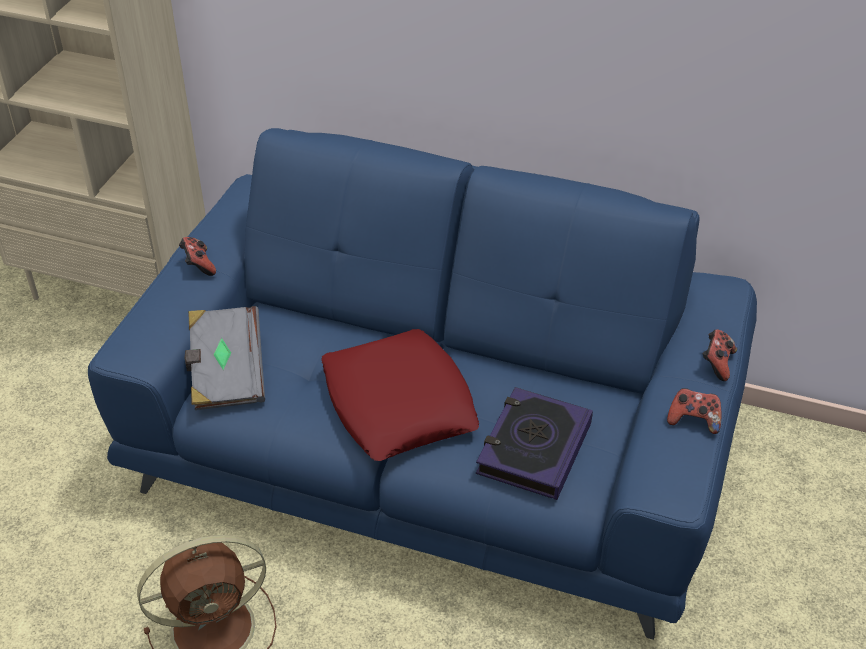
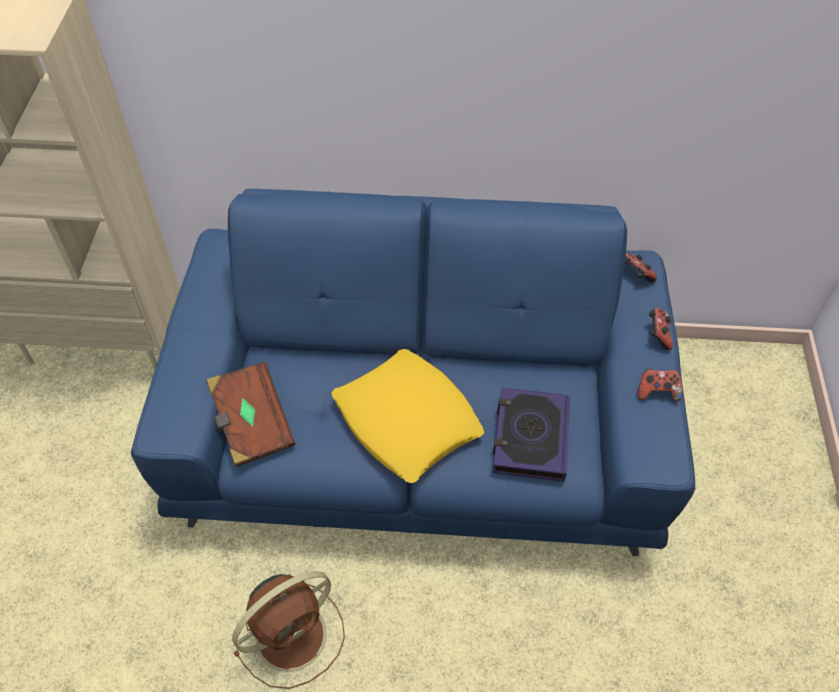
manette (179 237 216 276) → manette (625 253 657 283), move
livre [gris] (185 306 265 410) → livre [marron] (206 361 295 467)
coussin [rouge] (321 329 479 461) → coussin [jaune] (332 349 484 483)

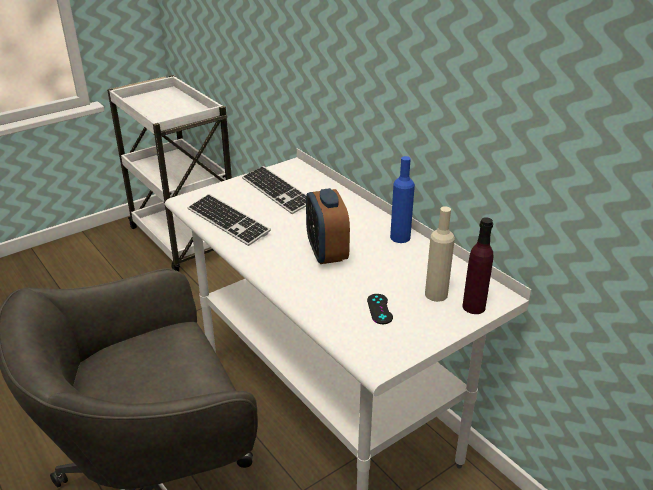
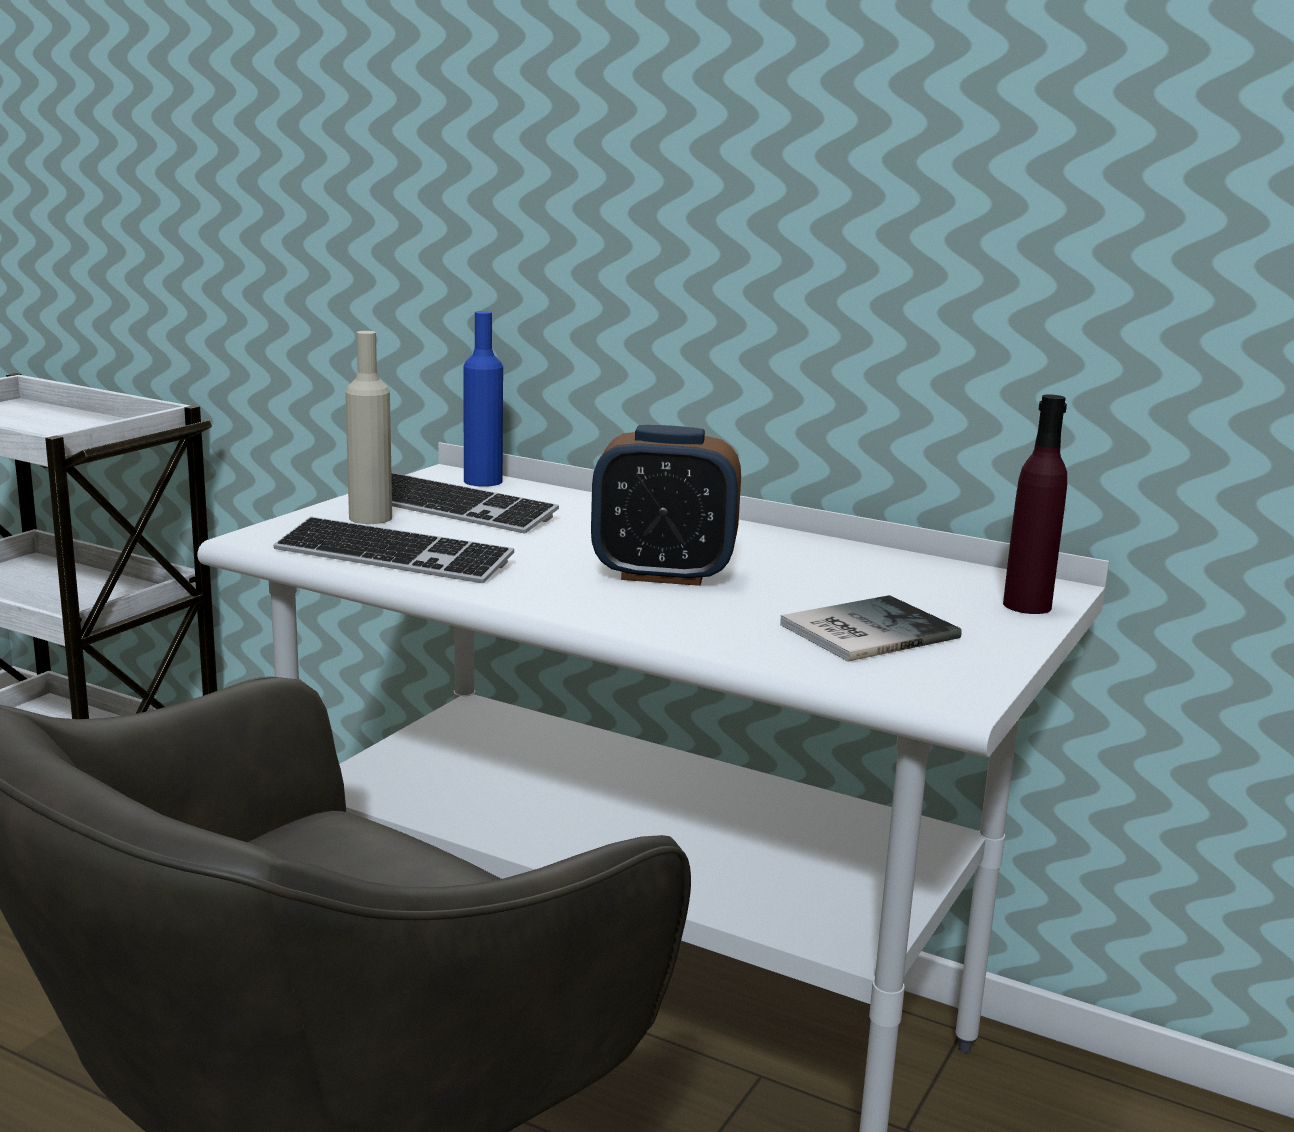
bouteille [bleu] (390 156 415 243) → bouteille [bleu] (463 311 503 487), move
réveil (306 188 350 264) → réveil (591 425 741 586), 45 degrees counterclockwise
bouteille [beige] (425 206 455 302) → bouteille [beige] (345 331 392 524), move
manette [noir] (367 294 393 324) → livre (780 595 962 661)

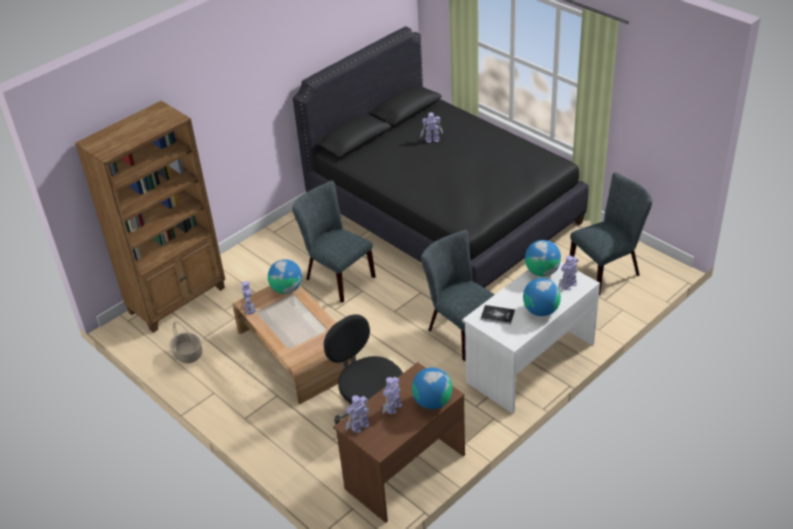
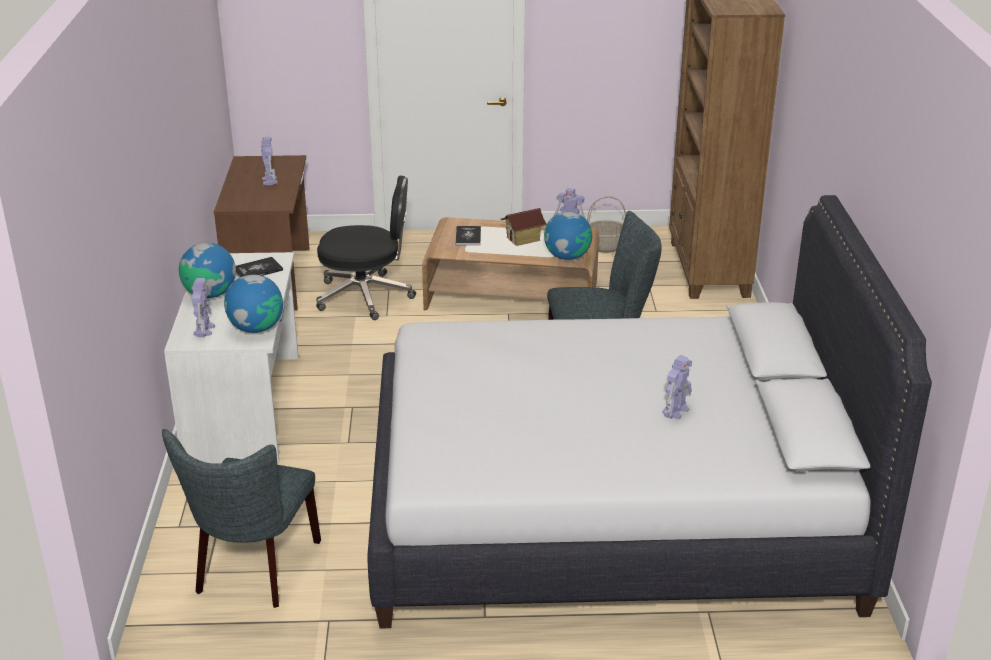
lit [noir] (293 26 589 288) → lit [blanc] (367 195 932 629)
chaise [gris] (421 230 495 361) → -
globe (412 368 452 409) → -
robot jouet (346 396 370 433) → -
- → maison miniature (500 208 547 246)
- → livre (456 226 481 246)

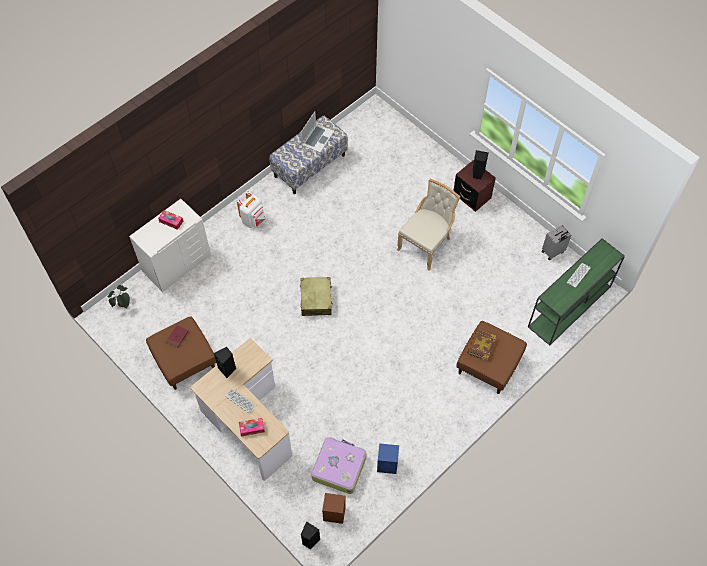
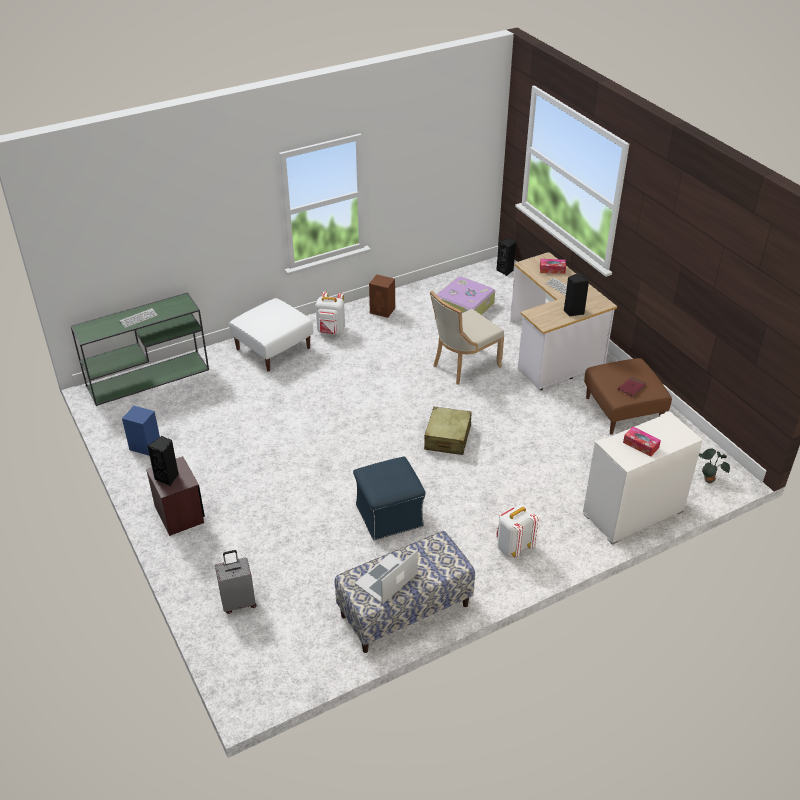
chaise [beige] (397 179 460 271) → chaise [beige] (430 291 504 385), move
valise [gris] (542 225 571 260) → valise [gris] (215 550 257 614), move
pouf [marron] (456 321 527 394) → pouf [blanc] (229 298 313 372)
livre (467 330 496 361) → -
enceinte [bleu] (377 443 399 474) → enceinte [bleu] (122 406 160 456), move
enceinte [marron] (322 493 346 524) → enceinte [marron] (369 274 395 318), move
- → sac à dos [blanc] (316 292 345 335)
- → pouf [bleu] (353 457 426 540)

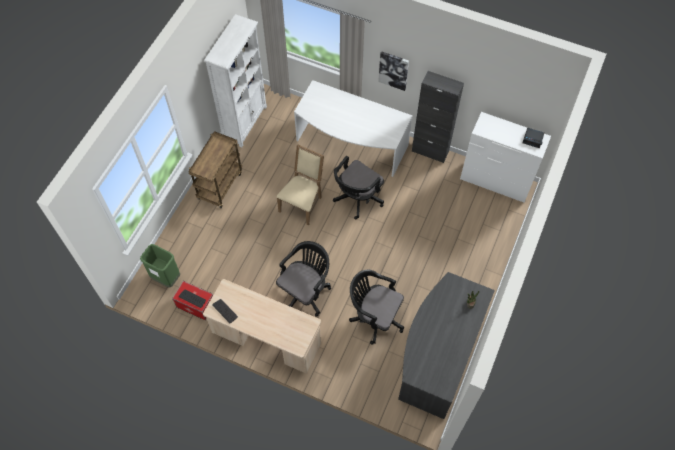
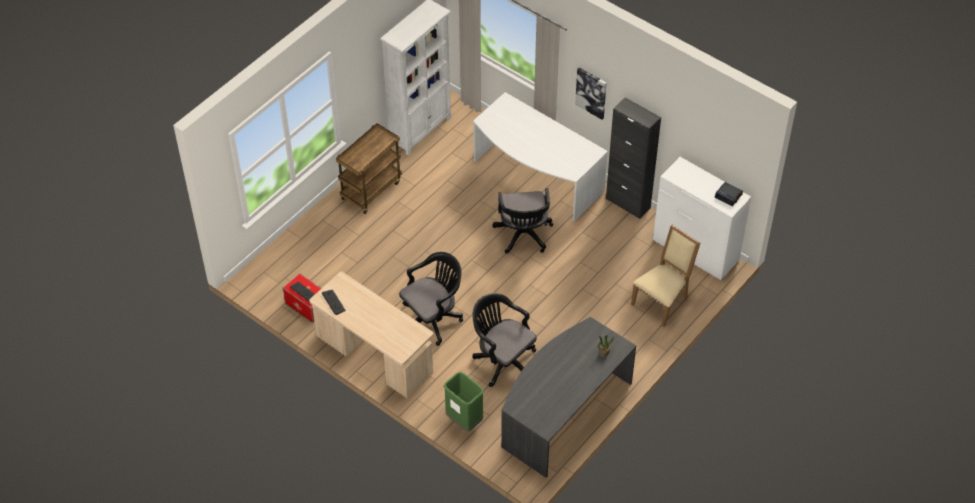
chaise [beige] (276 144 324 226) → chaise [beige] (631 225 700 327), move
chaise de bureau [noir] (333 156 384 220) → chaise de bureau [noir] (492 188 553 254), 60 degrees counterclockwise
poubelle [vert] (140 244 180 288) → poubelle [vert] (444 372 484 431), move

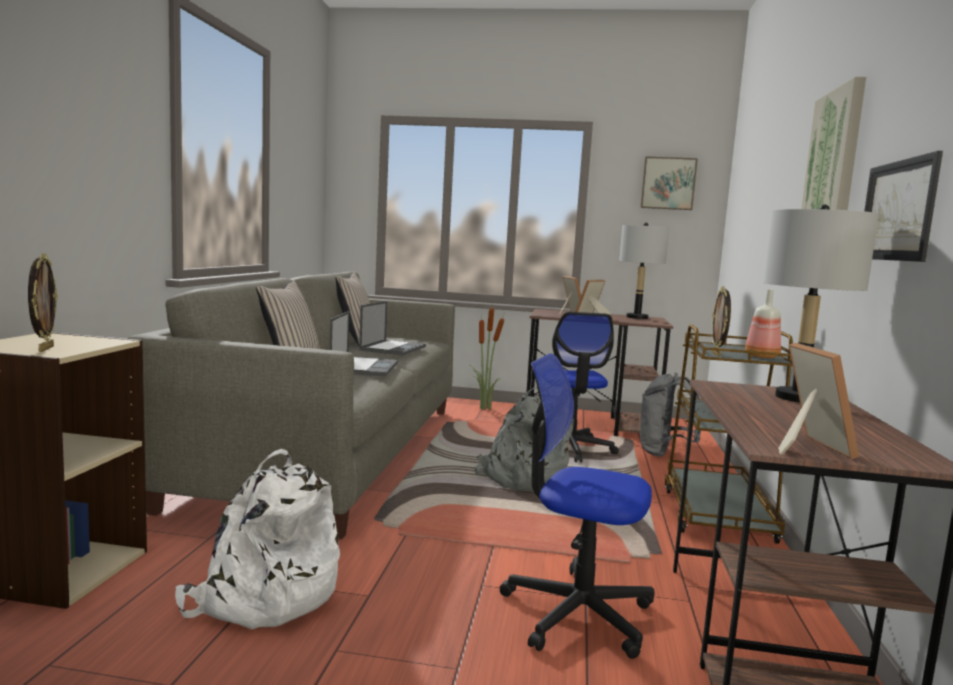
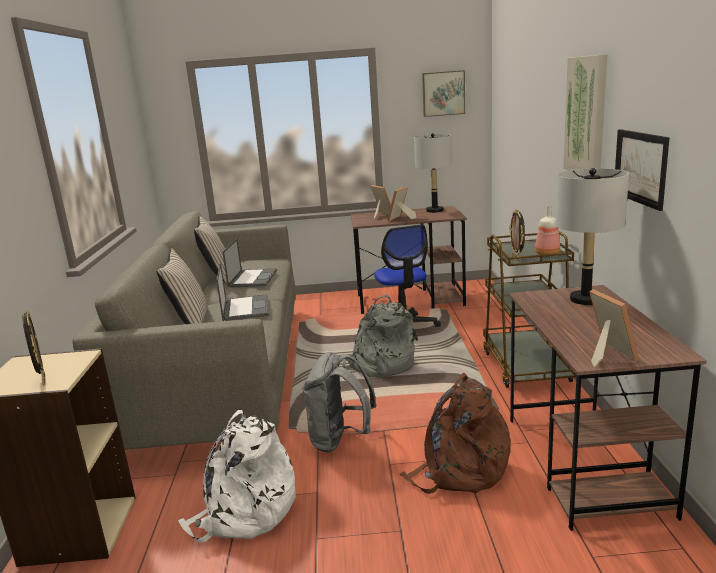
plante en pot (470 301 504 410) → -
chaise de bureau (500 353 655 659) → sac à dos [marron] (400 373 511 494)
sac à dos [gris] (640 373 701 456) → sac à dos [gris] (302 352 377 453), move

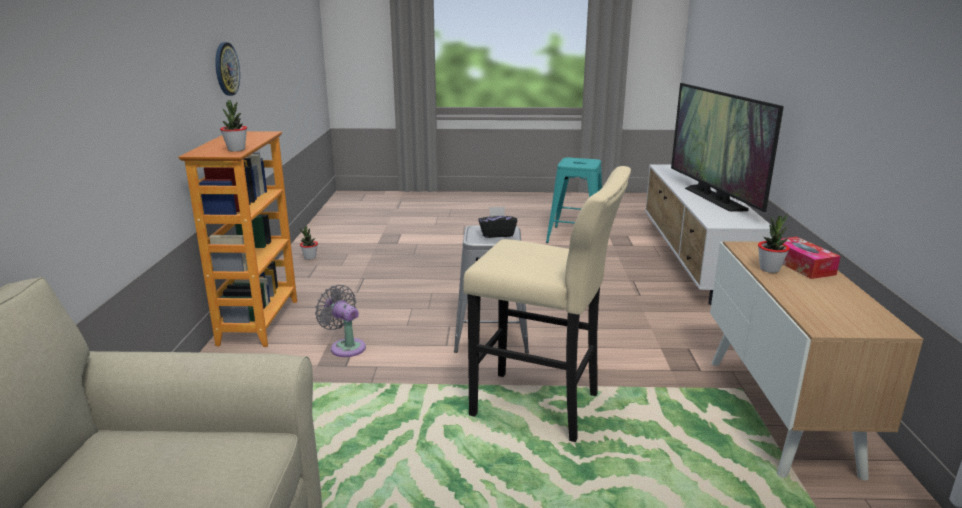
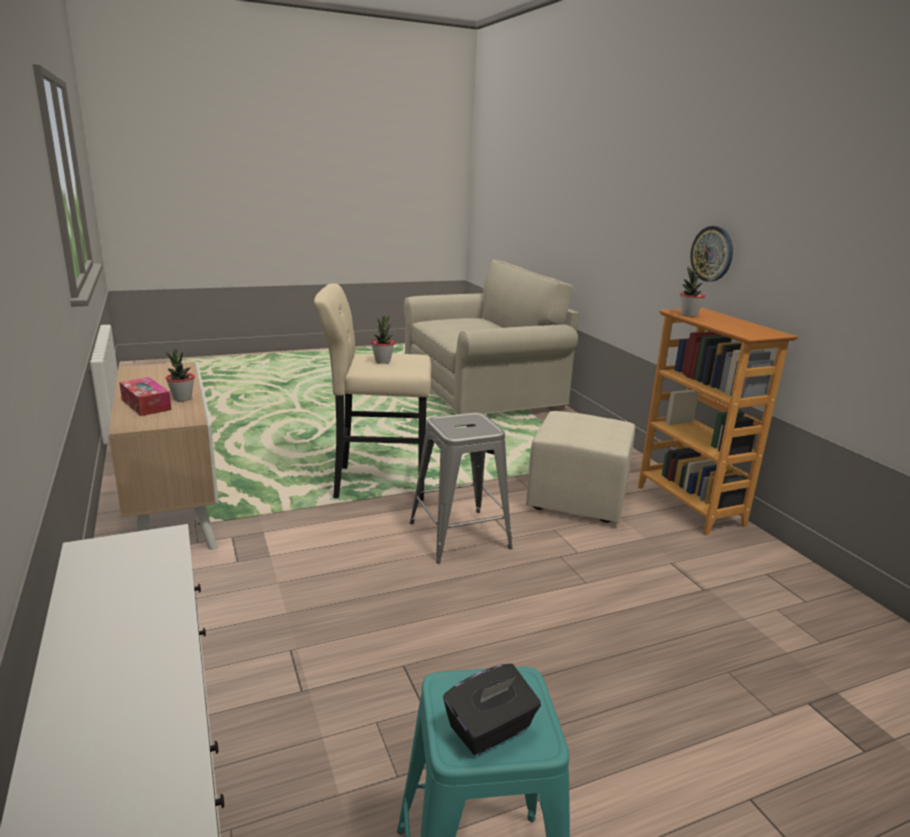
horloge murale (215 42 240 96) → horloge murale (690 226 733 282), move
téléviseur (671 83 784 212) → -
boîte à mouchoirs [noir] (478 206 517 238) → boîte à mouchoirs [noir] (443 664 541 755), move
plante en pot (299 226 318 260) → plante en pot (371 315 395 364), move
ventilateur [gris] (315 285 366 357) → pouf [beige] (526 411 635 523)

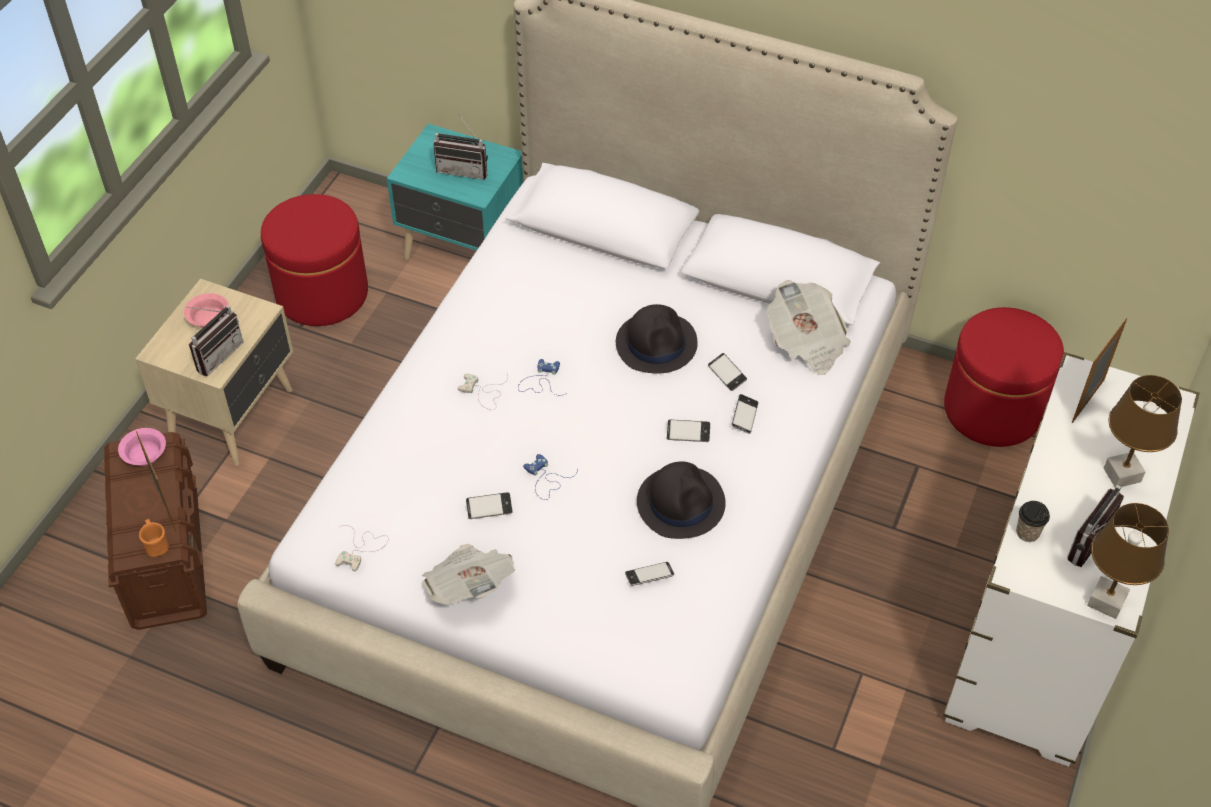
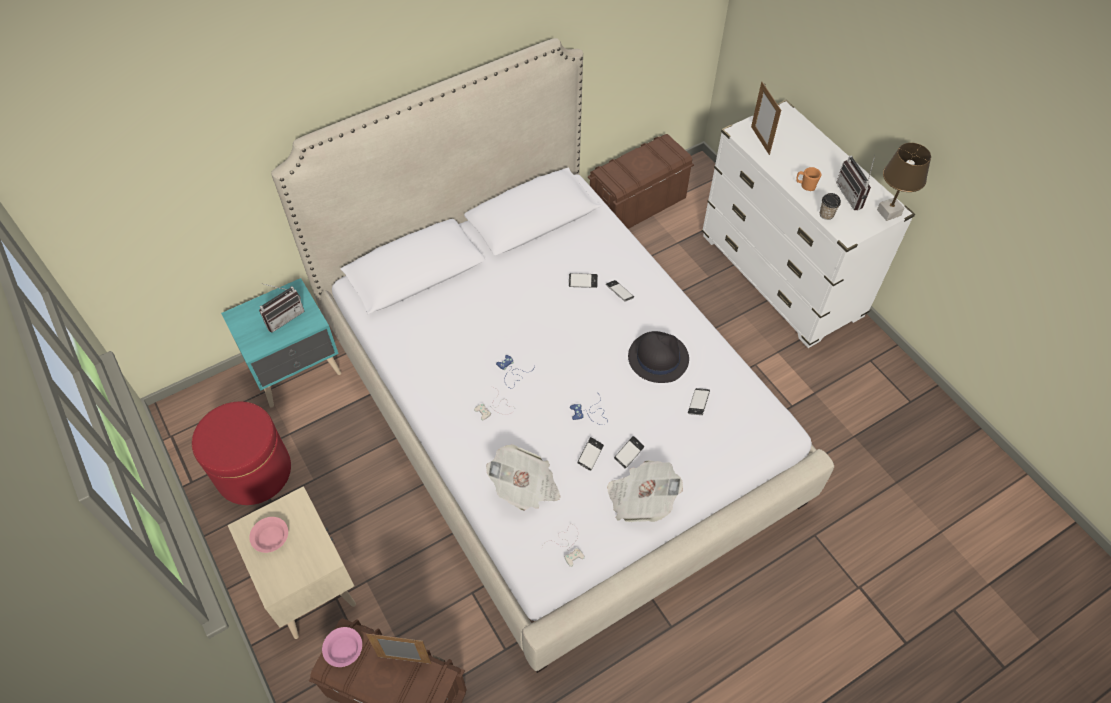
journal (767 280 851 375) → journal (486 445 561 510), move
chapeau [noir] (616 304 698 374) → -
radio (187 305 243 376) → -
pouf [rouge] (944 307 1064 447) → boîte de rangement [marron] (588 134 694 229)
lampe de table [marron] (1104 375 1182 487) → -
téléphone (667 419 710 442) → téléphone (614 436 644 469), move
mug [orange] (139 519 169 557) → mug [orange] (796 167 822 191), move

